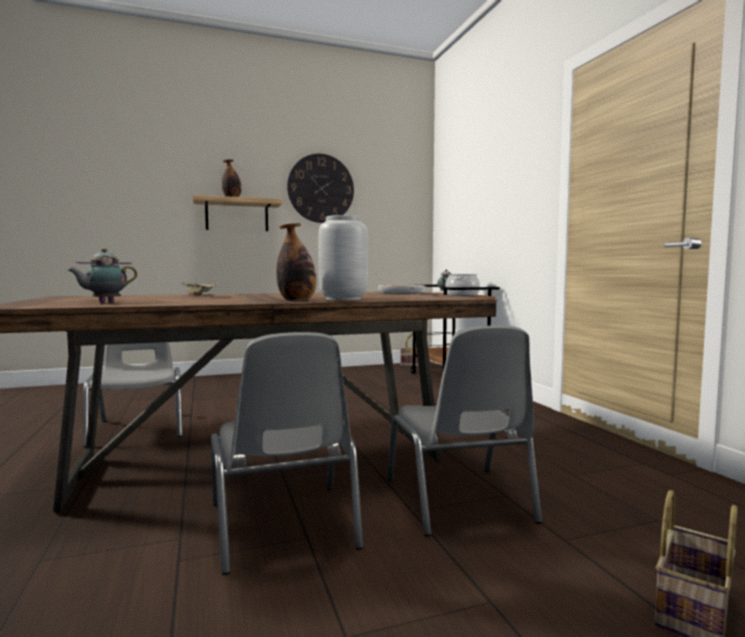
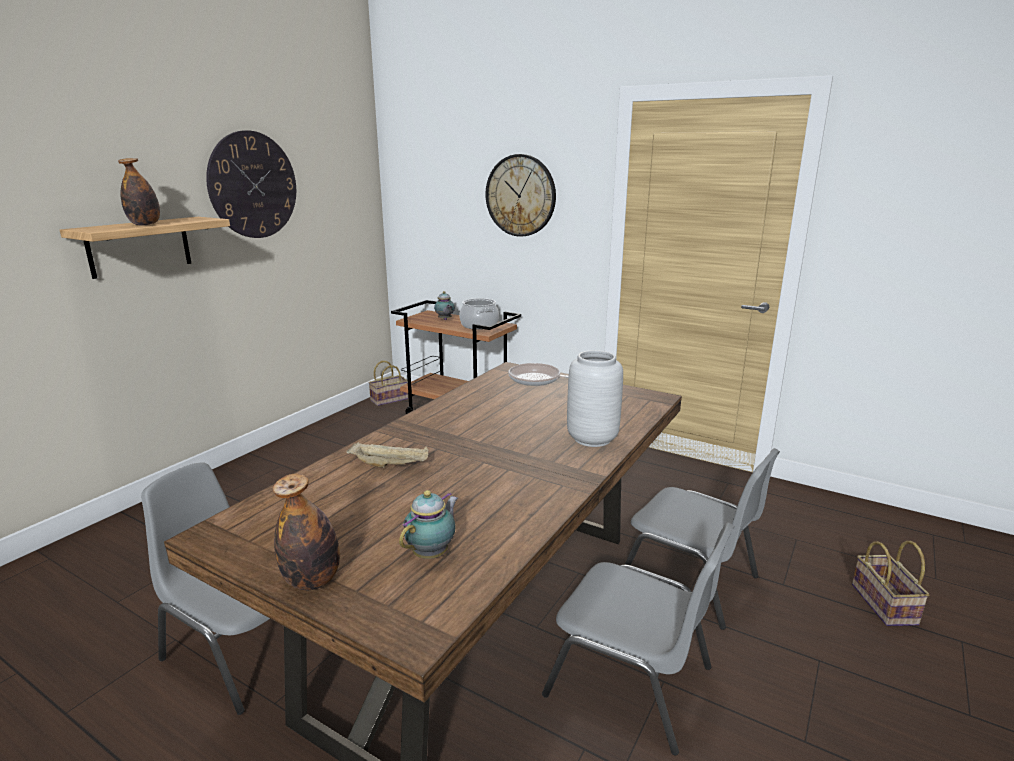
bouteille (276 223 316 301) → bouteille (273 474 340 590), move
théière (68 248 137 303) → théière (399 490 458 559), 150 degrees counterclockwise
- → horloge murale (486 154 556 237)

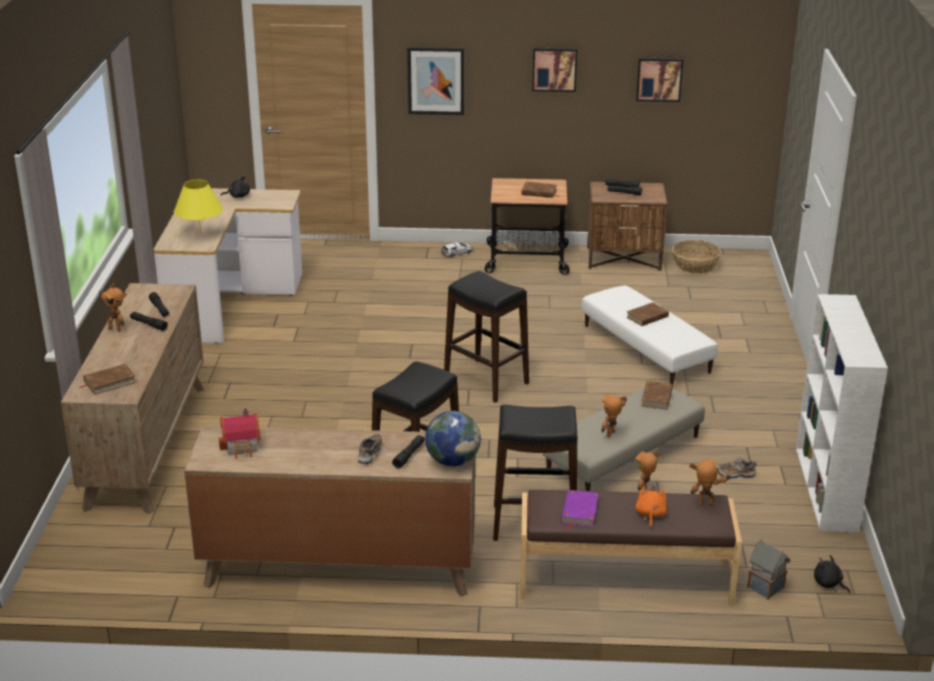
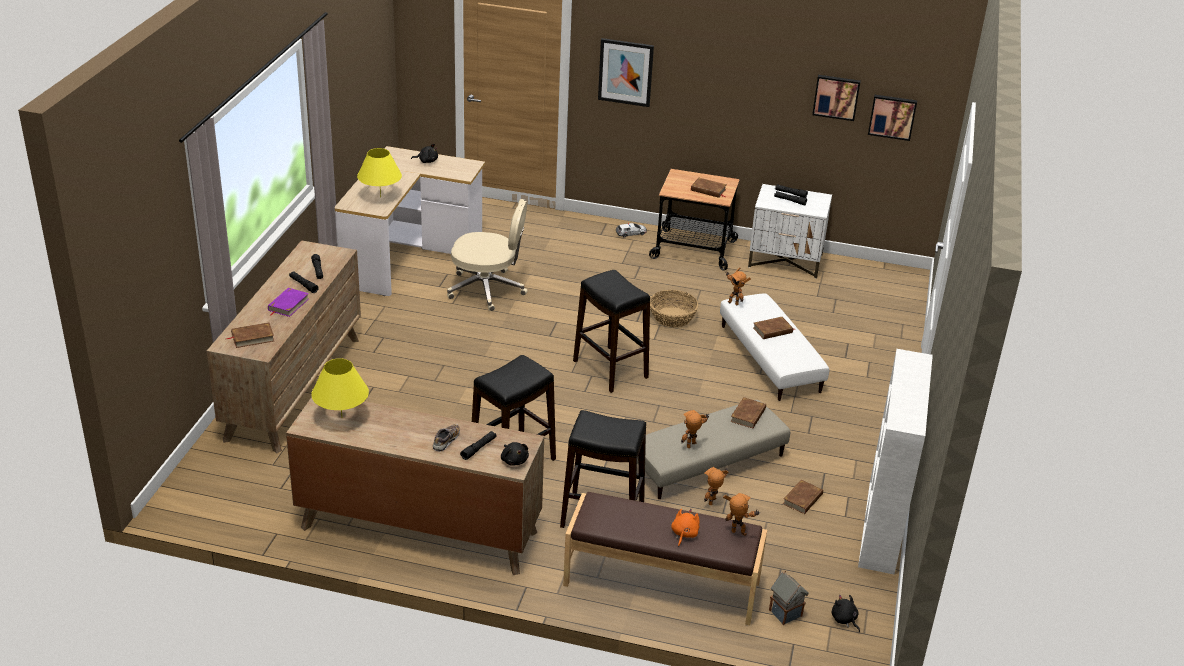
tableau (532 48 577 92) → tableau (868 95 917 141), move
table de chevet [marron] (587 182 667 271) → table de chevet [blanc] (748 184 832 279)
panier (672 240 721 274) → panier (650 290 698 328), move
robot jouet (98 283 127 331) → robot jouet (726 268 751 305), move
maison miniature (219 408 260 459) → lampe de table [jaune] (311 358 369 418)
globe (425 411 481 466) → peluche [noir] (501 442 529 466)
chaussure (716 458 757 479) → livre [marron] (783 480 823 514)
livre [violet] (561 490 598 530) → livre [violet] (268 288 309 317), move
- → chaise de bureau [beige] (447 199 528 311)

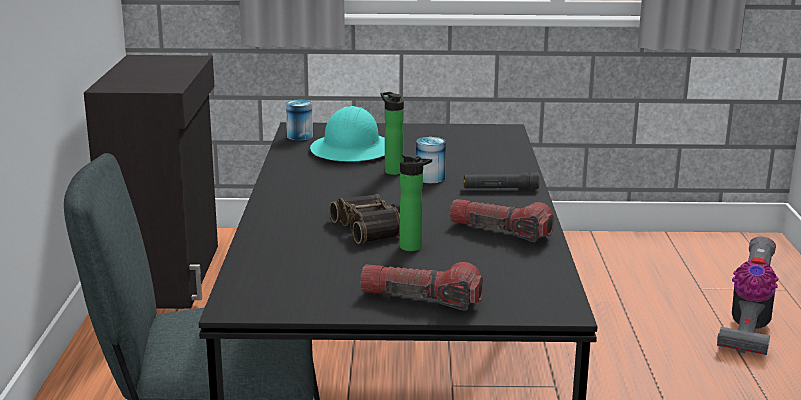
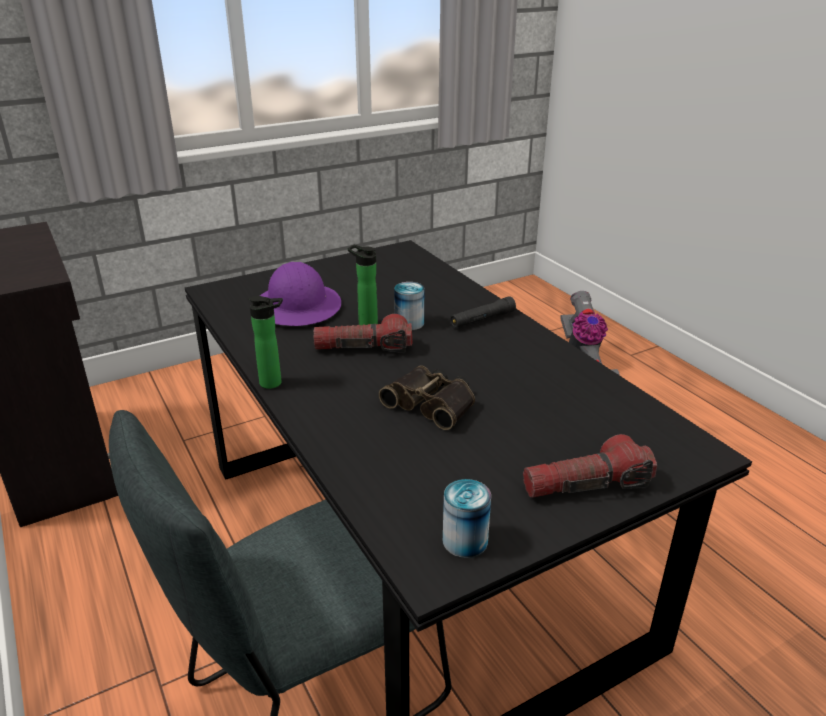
boîte métallique (286 100 313 140) → boîte métallique (443 479 491 558), move
casque de chantier [turquoise] (310 106 385 162) → casque de chantier [violet] (260 262 341 326)
bouteille (399 153 432 251) → bouteille (248 296 283 389), move
lampe de poche (450 199 554 242) → lampe de poche (313 314 413 353), move

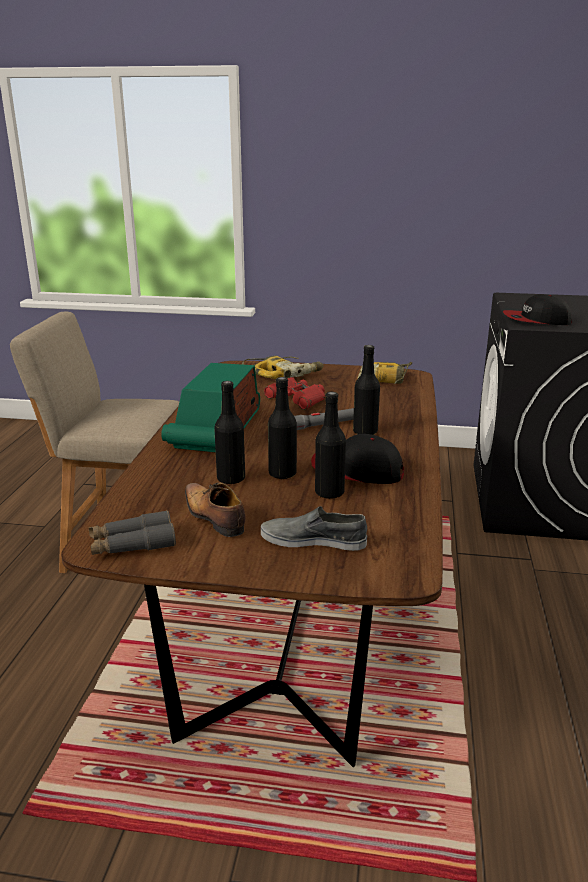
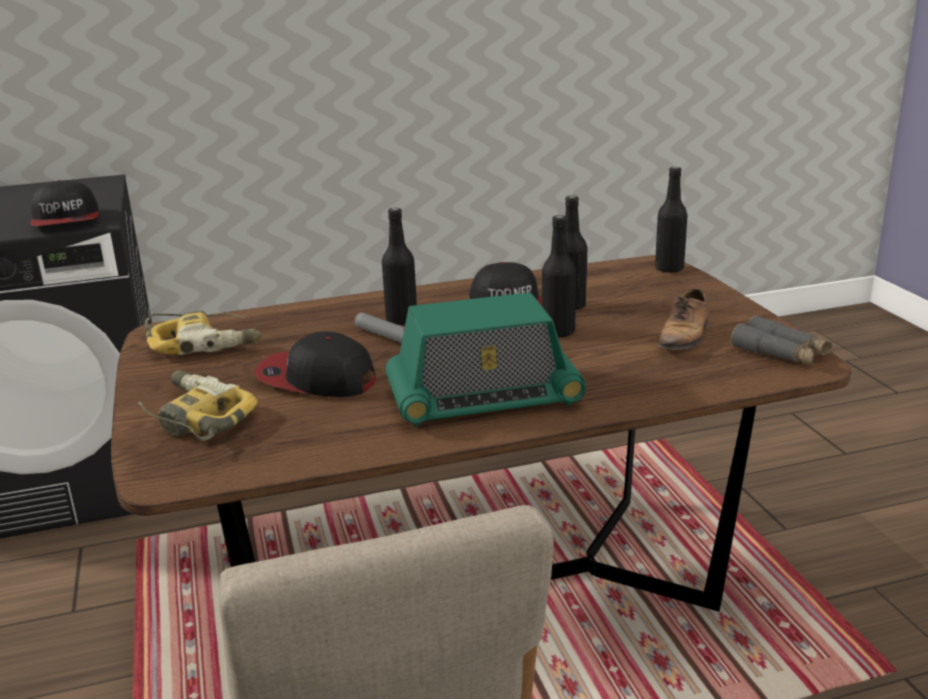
jumelles [rouge] (264 377 325 410) → casquette (254 331 376 397)
bouteille [noir] (214 381 245 484) → bouteille [noir] (655 167 688 273), move
chaussure [gris] (261 506 367 551) → -

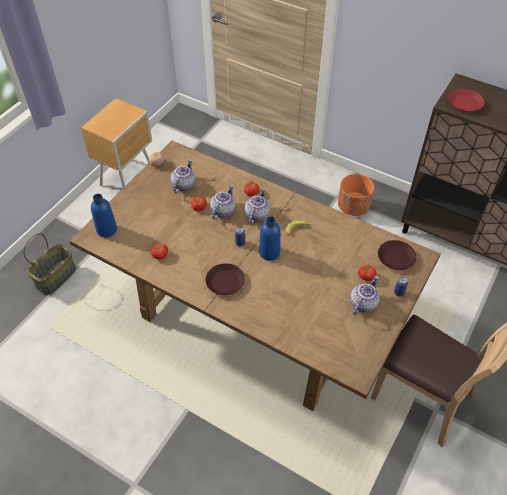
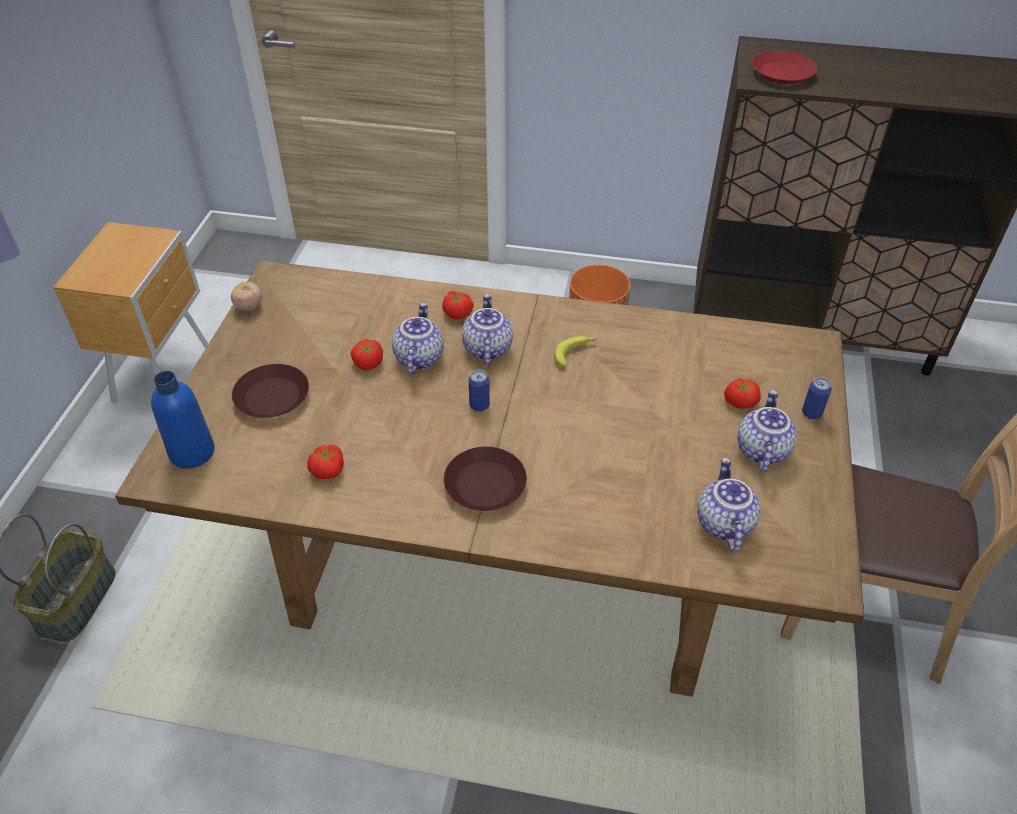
théière (171 159 195 193) → théière (697 457 761 552), move
bouteille [bleu] (259 216 280 261) → -
assiette [marron] (378 240 416 270) → assiette [marron] (232 364 309 418), move

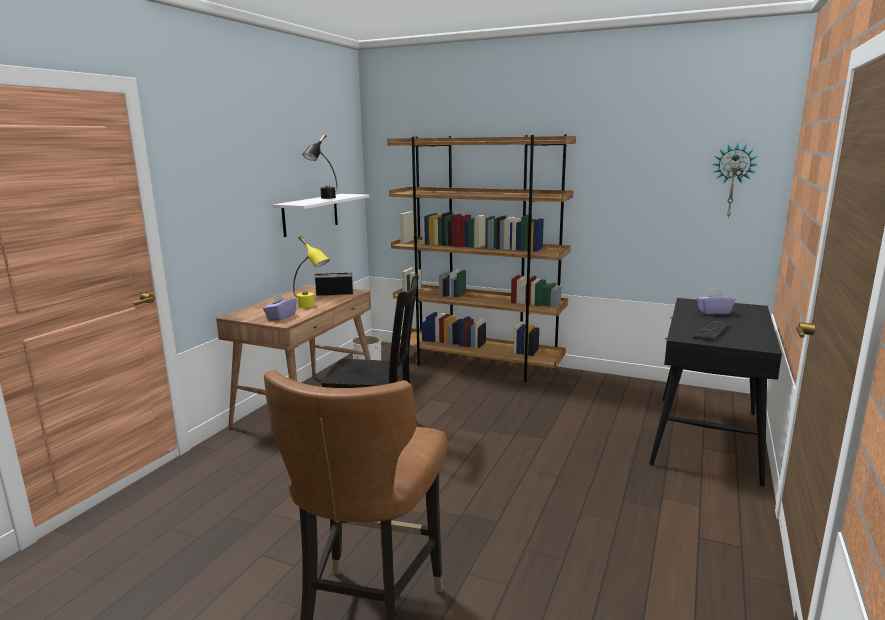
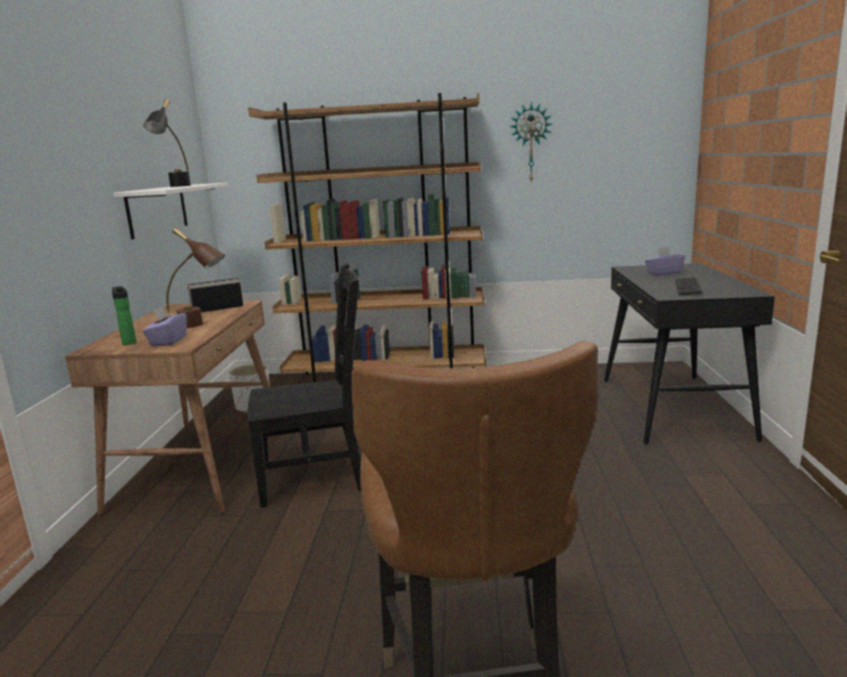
horloge murale (712 143 758 218) → horloge murale (510 102 552 183), move
lampe de table [jaune] (293 236 330 308) → lampe de table [marron] (166 228 225 328)
- → bouteille (112 286 136 345)

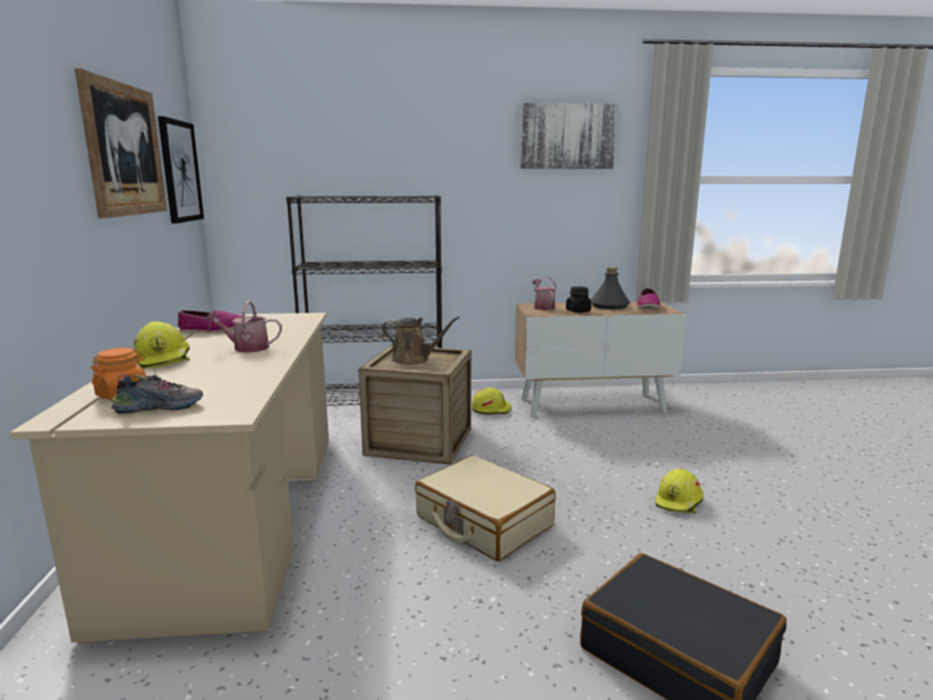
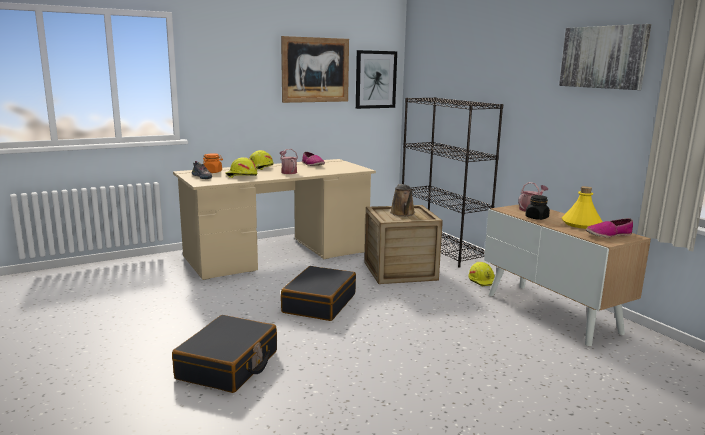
bouteille [gris] (591 267 630 309) → bouteille [jaune] (562 186 603 229)
valise [beige] (415 455 556 561) → valise [noir] (281 266 356 321)
casque de chantier [jaune] (656 468 703 513) → casque de chantier [jaune] (225 157 257 178), move

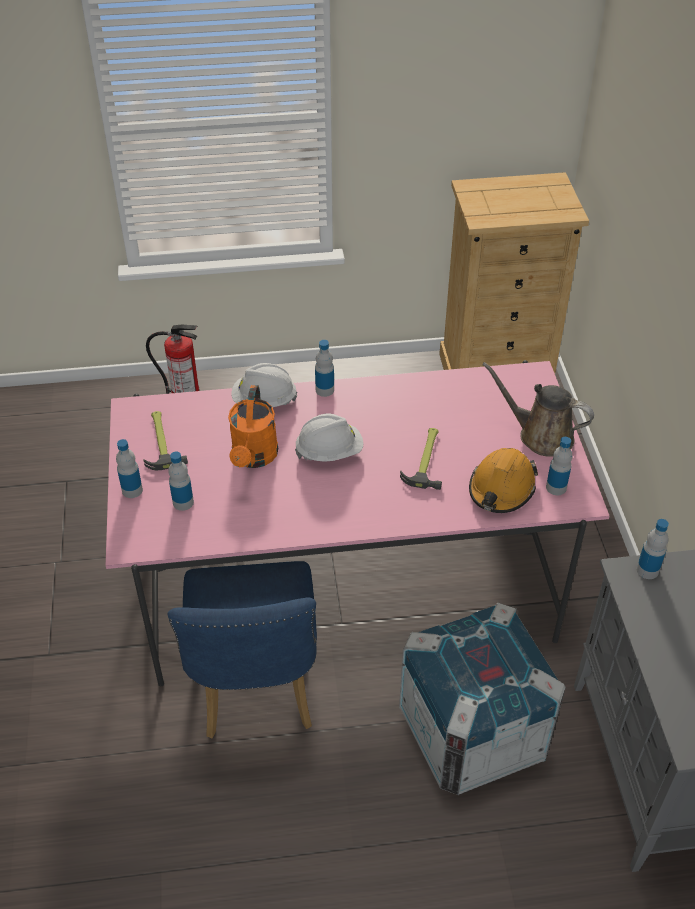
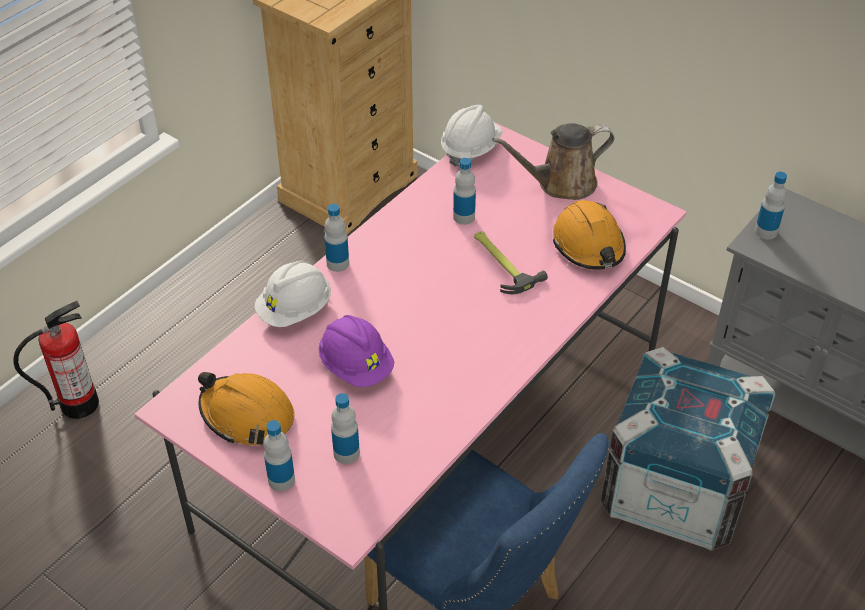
arrosoir [orange] (228 385 278 468) → casque de chantier [violet] (319 315 394 387)
marteau (143 411 188 470) → casque de chantier [orange] (198 372 295 445)
casque de chantier [blanc] (295 413 363 462) → casque de chantier [blanc] (441 105 503 167), move
bouteille (546 437 572 495) → bouteille (453 158 476 225), move

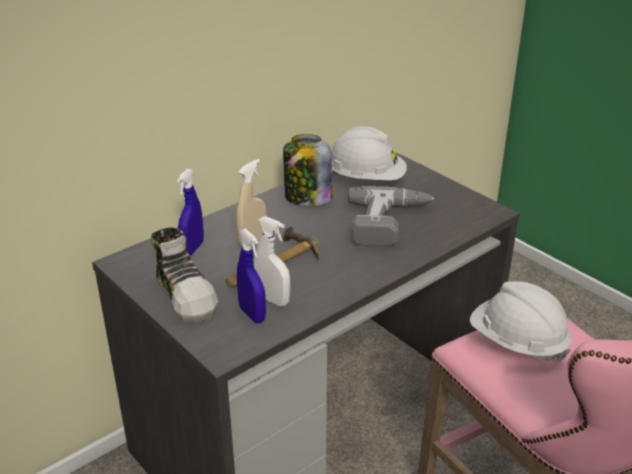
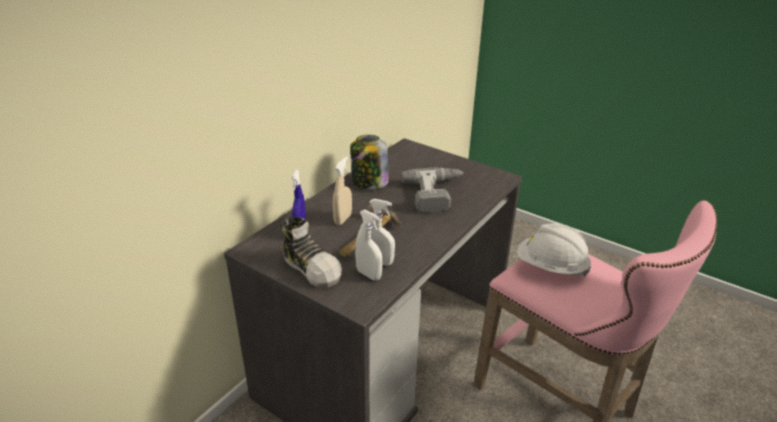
casque de chantier [blanc] (331 126 407 181) → -
vaporisateur [bleu] (237 228 266 323) → vaporisateur [blanc] (355 210 383 280)

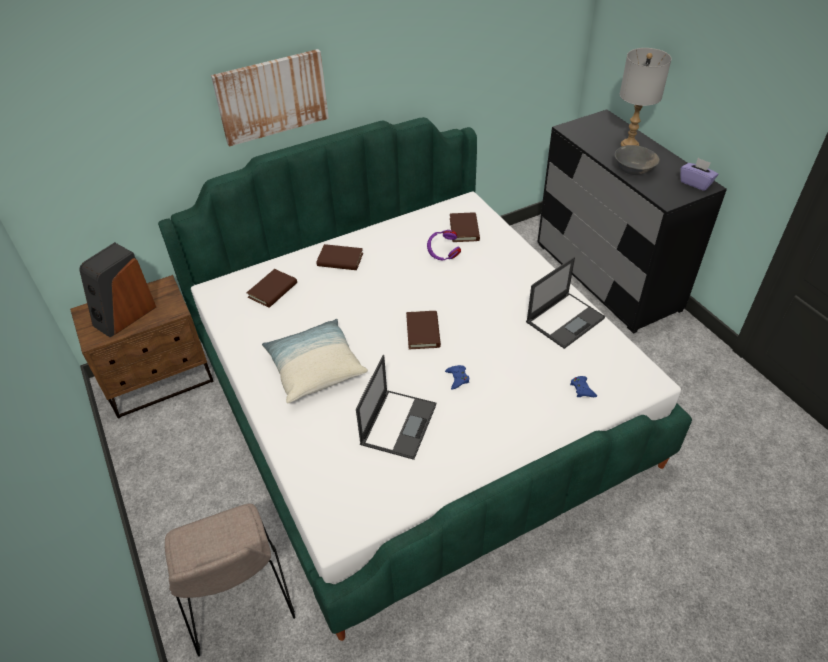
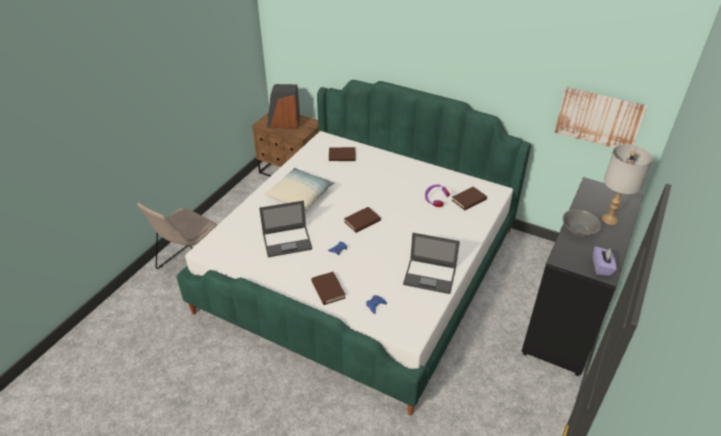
tableau (211 49 329 147) → tableau (554 87 647 148), move
livre [marron] (317 244 363 270) → livre [marron] (311 272 346 305), move

